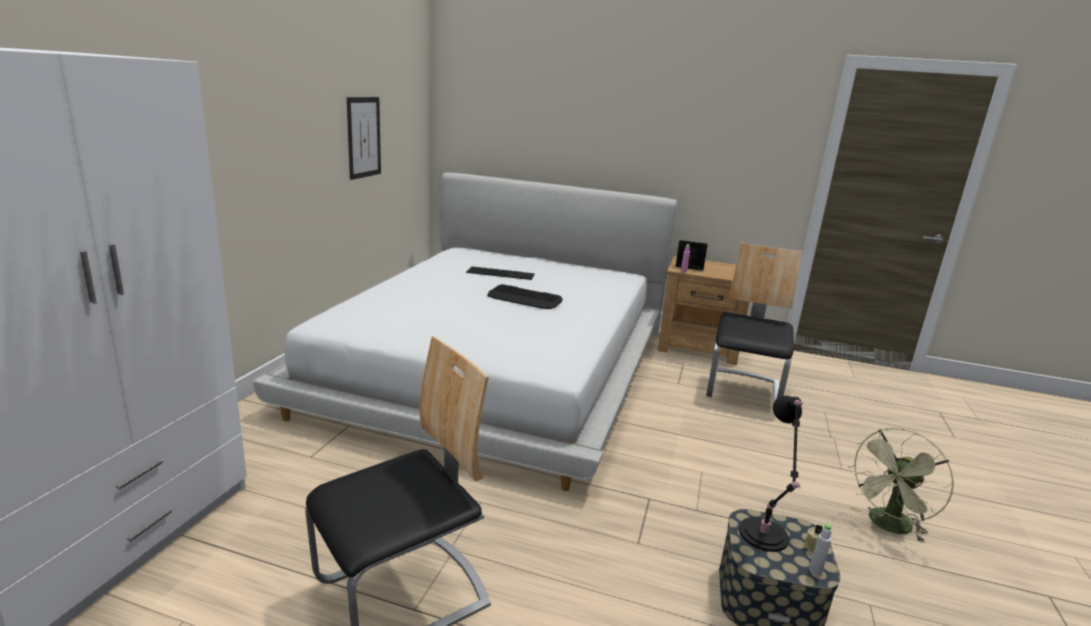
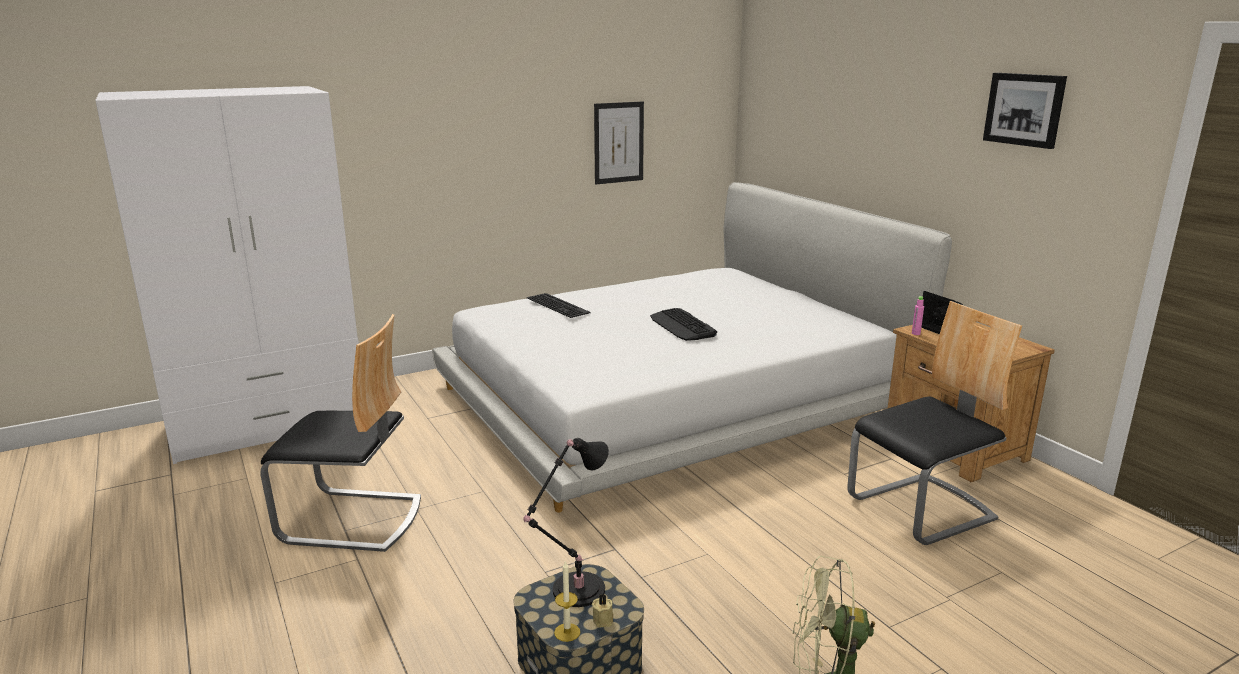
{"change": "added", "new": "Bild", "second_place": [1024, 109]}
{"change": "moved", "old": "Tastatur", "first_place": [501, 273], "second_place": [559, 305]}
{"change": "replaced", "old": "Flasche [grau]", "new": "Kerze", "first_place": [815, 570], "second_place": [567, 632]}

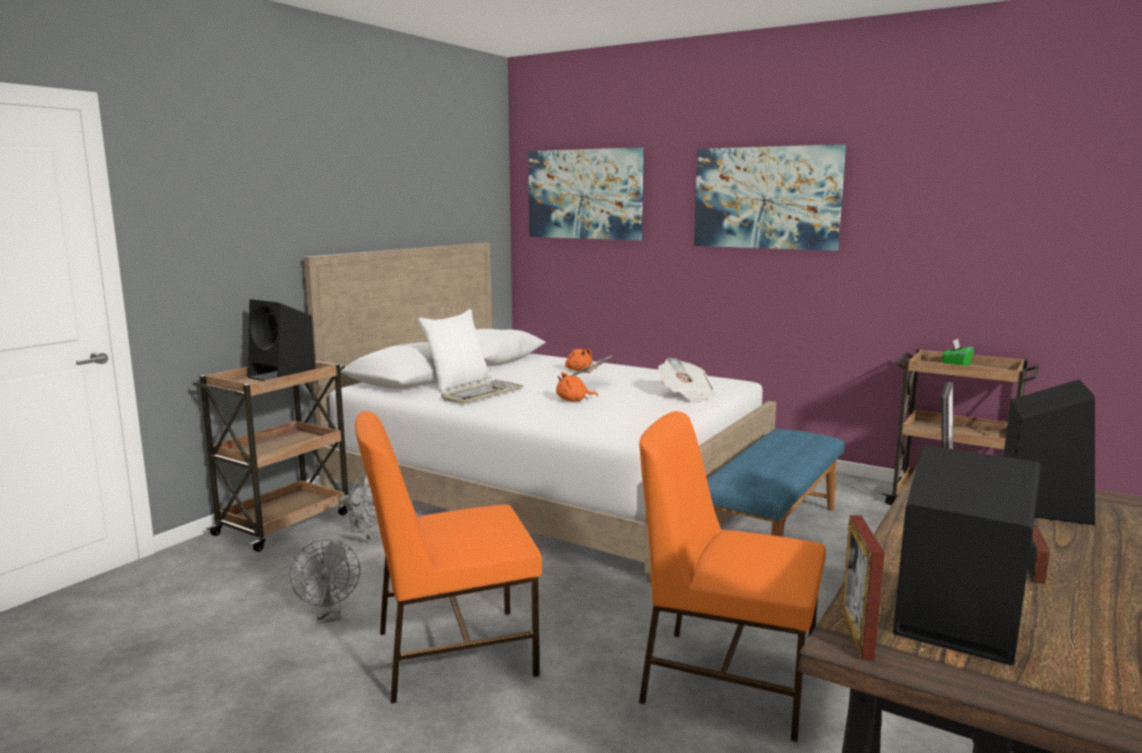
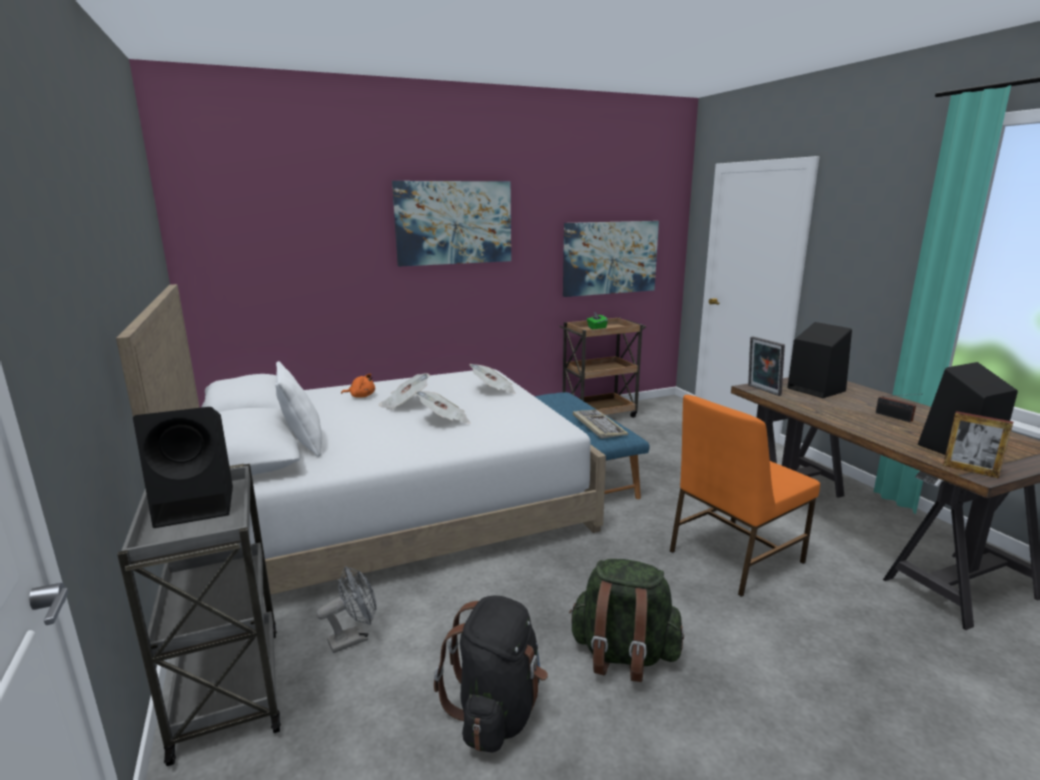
{"change": "moved", "old": "Tastatur", "first_place": [482, 395], "second_place": [597, 425]}
{"change": "moved", "old": "Bild", "first_place": [584, 194], "second_place": [610, 258]}
{"change": "replaced", "old": "Ventilator [grau]", "new": "Rucksack [schwarz]", "first_place": [329, 616], "second_place": [497, 711]}
{"change": "replaced", "old": "Stuhl [orange]", "new": "Rucksack [grün]", "first_place": [451, 653], "second_place": [623, 655]}
{"change": "replaced", "old": "Plüschtier [orange]", "new": "Zeitung", "first_place": [574, 400], "second_place": [444, 420]}
{"change": "recoloured", "old": "Rollwagen [braun]", "new": "Rollwagen [grau]", "first_place": [285, 523], "second_place": [228, 688]}

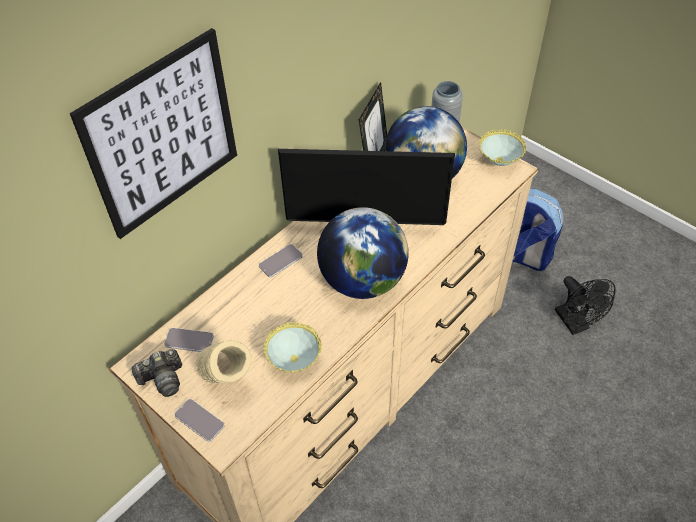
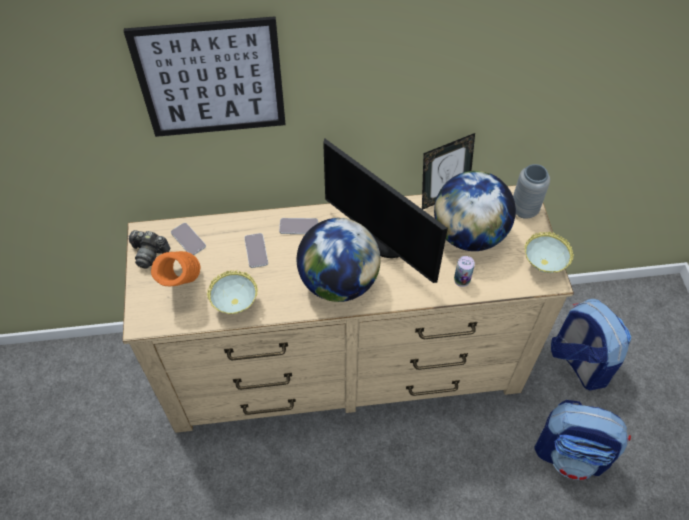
{"change": "added", "new": "Dose", "second_place": [462, 280]}
{"change": "moved", "old": "Handy", "first_place": [199, 420], "second_place": [256, 251]}
{"change": "replaced", "old": "Ventilator [schwarz]", "new": "Rucksack", "first_place": [575, 324], "second_place": [571, 454]}
{"change": "recoloured", "old": "Vase [beige]", "new": "Vase [orange]", "first_place": [228, 383], "second_place": [183, 286]}

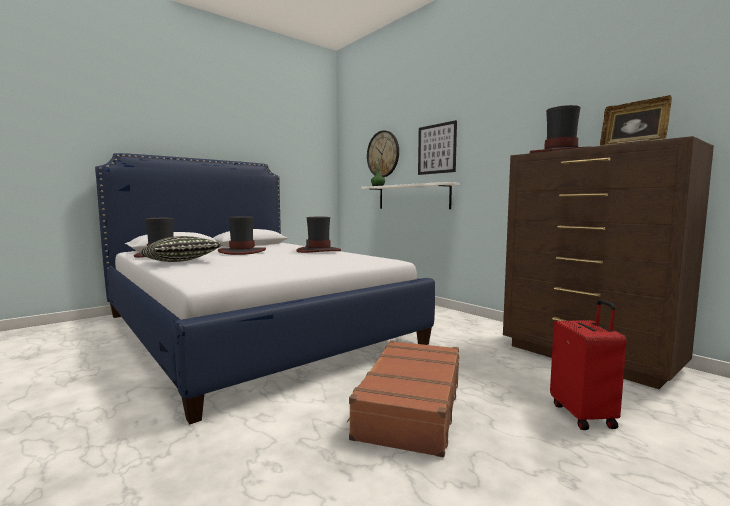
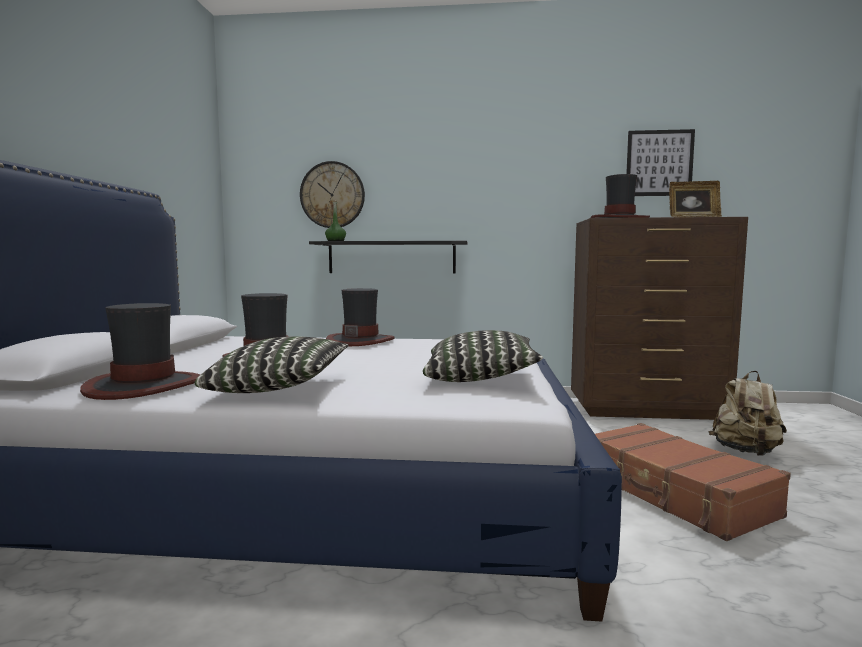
{"change": "added", "new": "Kissen", "second_place": [480, 378]}
{"change": "moved", "old": "Bild", "first_place": [436, 149], "second_place": [659, 163]}
{"change": "replaced", "old": "Koffer [rot]", "new": "Rucksack [beige]", "first_place": [584, 415], "second_place": [746, 452]}
{"change": "recoloured", "old": "Wandregal [weiß]", "new": "Wandregal [schwarz]", "first_place": [412, 197], "second_place": [391, 257]}

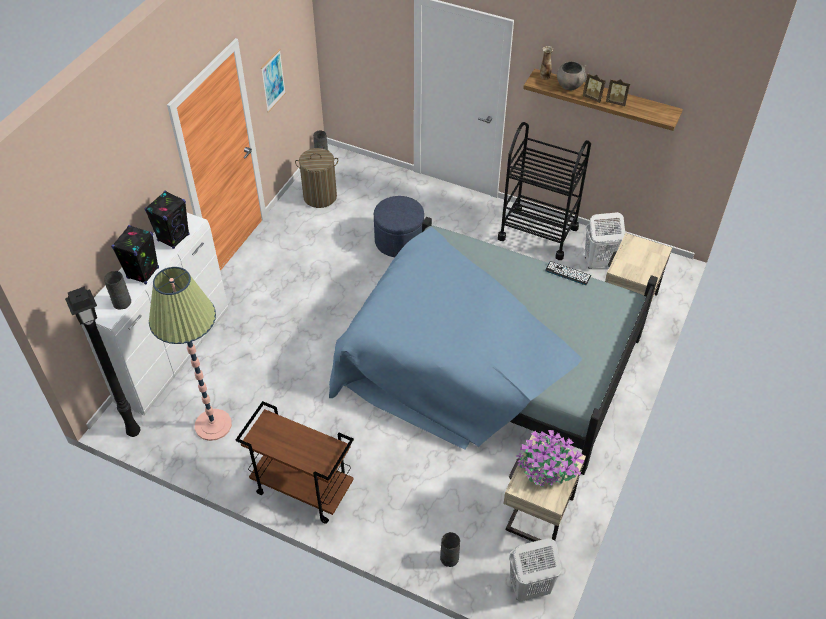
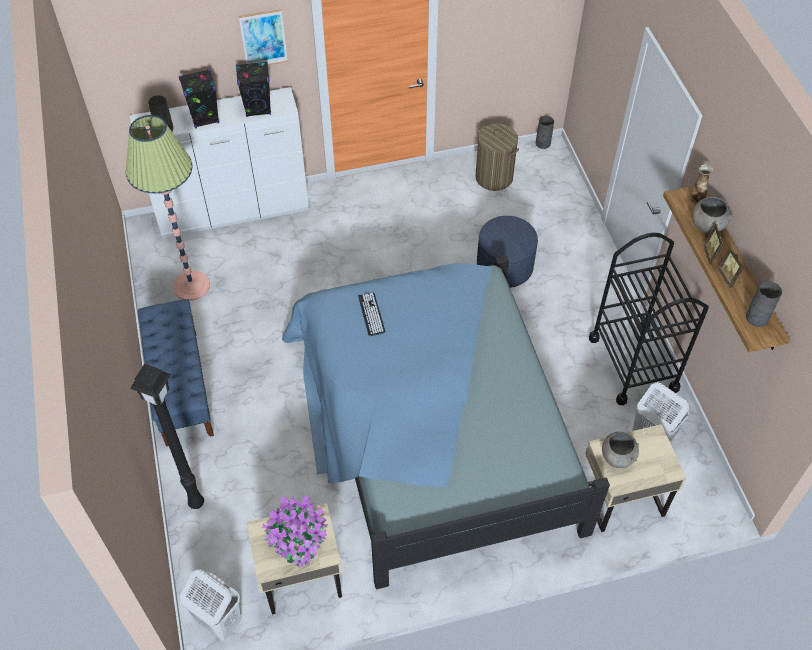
{"change": "added", "new": "Schüssel [grau]", "second_place": [617, 457]}
{"change": "moved", "old": "Stehlampe [schwarz]", "first_place": [135, 432], "second_place": [197, 504]}
{"change": "moved", "old": "Bild", "first_place": [273, 80], "second_place": [263, 39]}
{"change": "moved", "old": "Vase [grau]", "first_place": [448, 558], "second_place": [756, 317]}
{"change": "moved", "old": "Tastatur", "first_place": [567, 273], "second_place": [371, 314]}
{"change": "replaced", "old": "Rollwagen [braun]", "new": "Bank [blau]", "first_place": [302, 489], "second_place": [181, 387]}

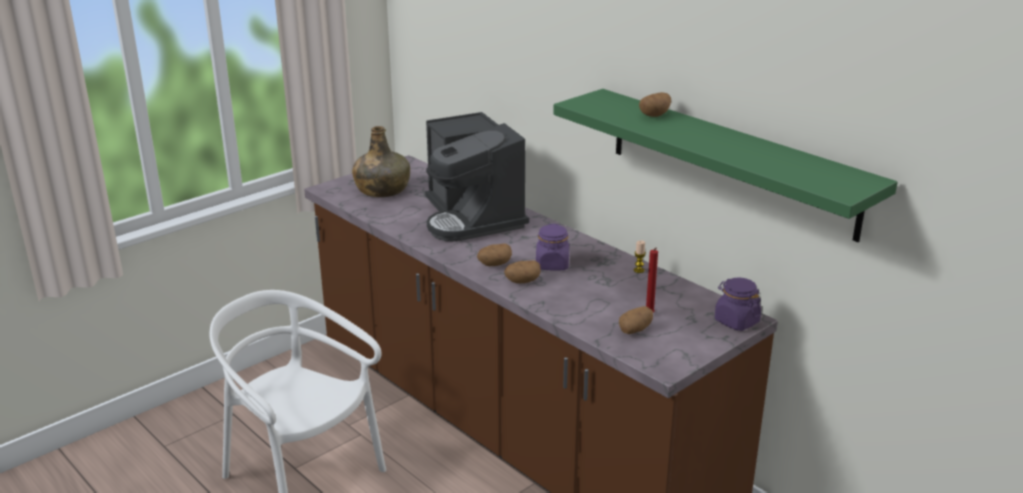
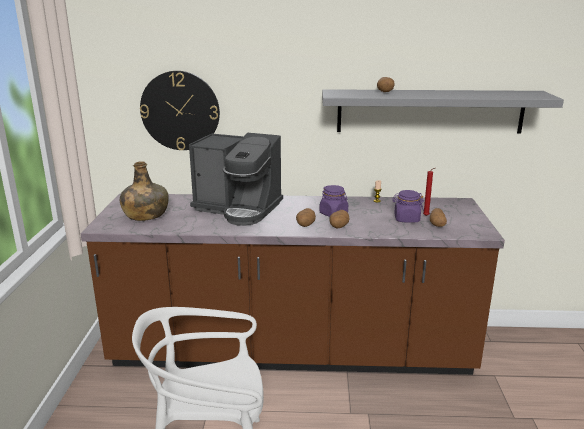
{"change": "added", "new": "Wanduhr", "second_place": [180, 111]}
{"change": "moved", "old": "Vorratsglas [lila]", "first_place": [736, 321], "second_place": [406, 219]}
{"change": "recoloured", "old": "Wandregal [grün]", "new": "Wandregal [grau]", "first_place": [730, 161], "second_place": [430, 111]}

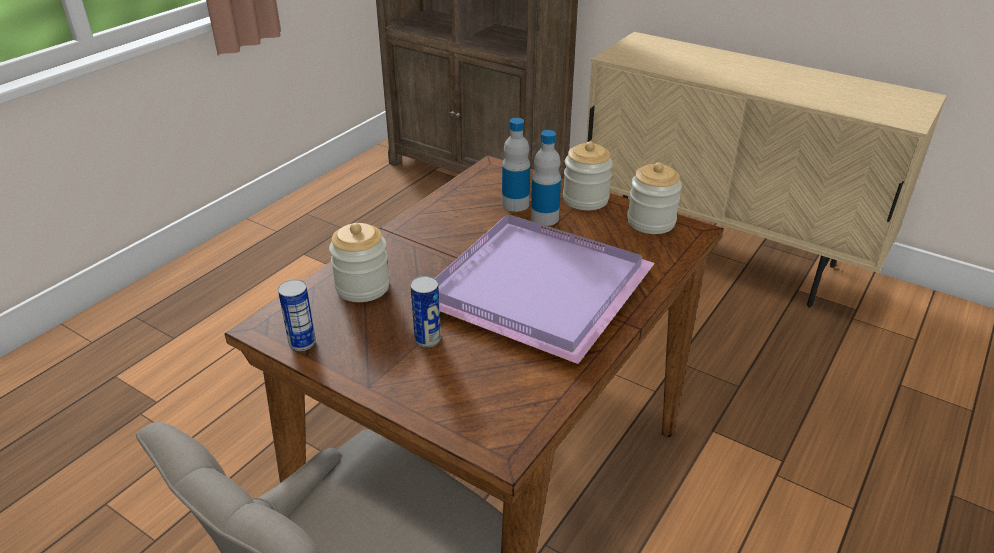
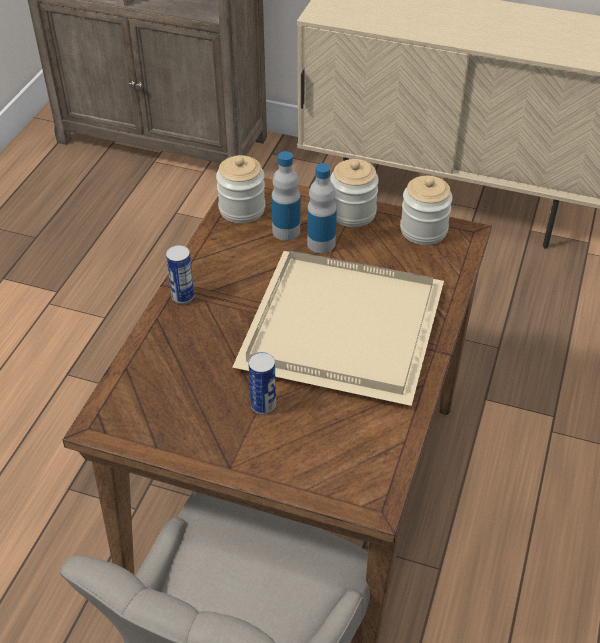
{"change": "moved", "old": "Dose", "first_place": [302, 343], "second_place": [183, 297]}
{"change": "moved", "old": "Vorratsglas", "first_place": [362, 287], "second_place": [242, 209]}
{"change": "recoloured", "old": "Tablett [lila]", "new": "Tablett [beige]", "first_place": [531, 288], "second_place": [338, 330]}

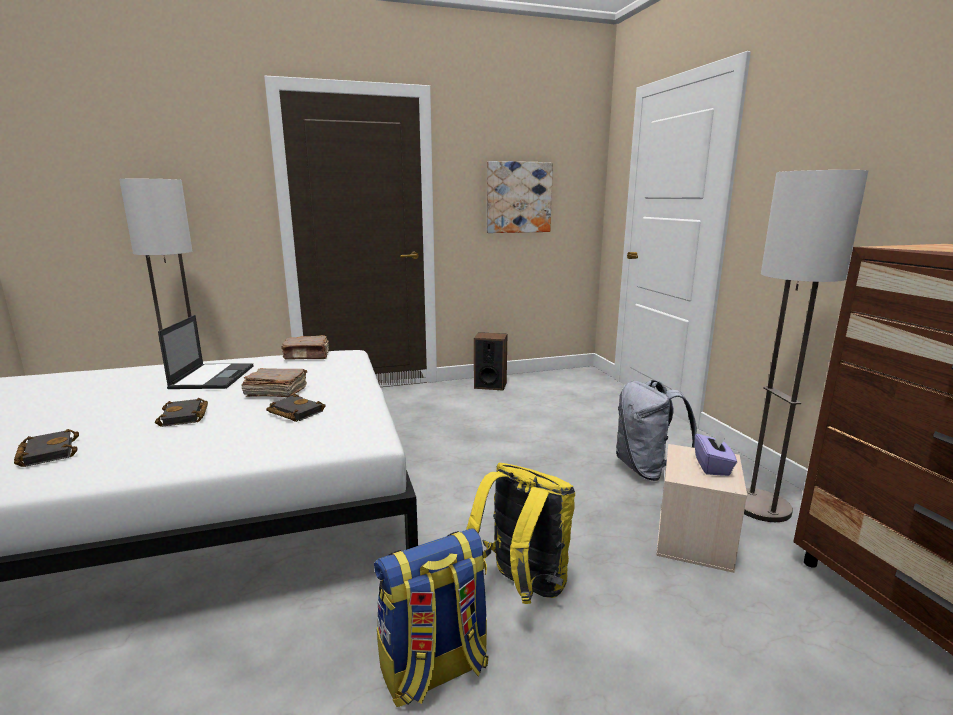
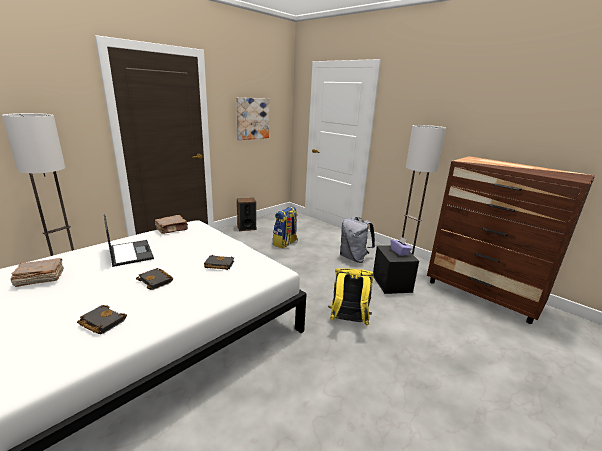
{"change": "moved", "old": "Buch [braun]", "first_place": [276, 392], "second_place": [39, 279]}
{"change": "moved", "old": "Rucksack", "first_place": [434, 670], "second_place": [285, 243]}
{"change": "recoloured", "old": "Aufbewahrungsbox [beige]", "new": "Aufbewahrungsbox [schwarz]", "first_place": [695, 539], "second_place": [392, 283]}

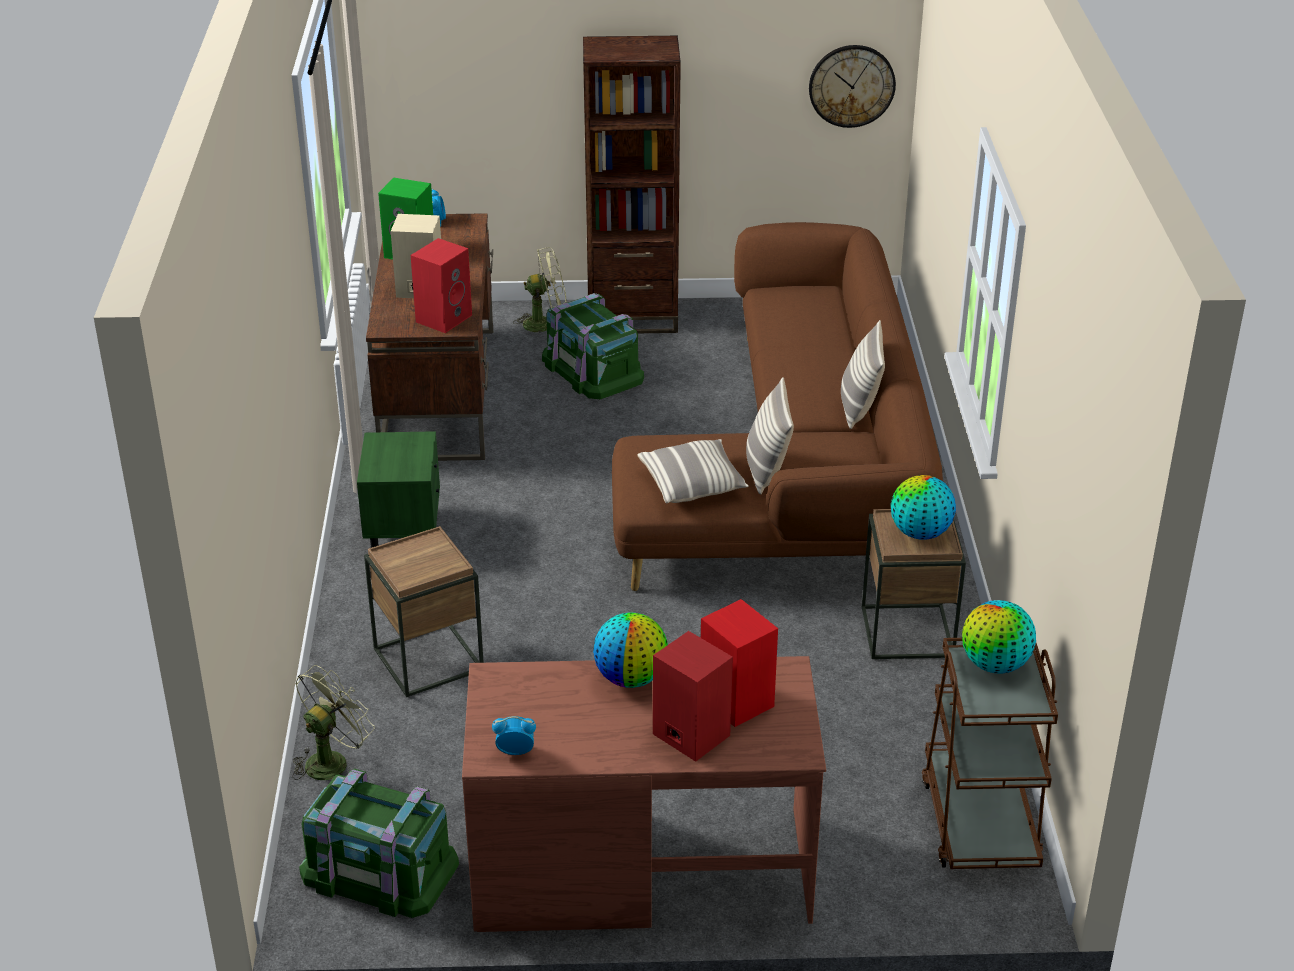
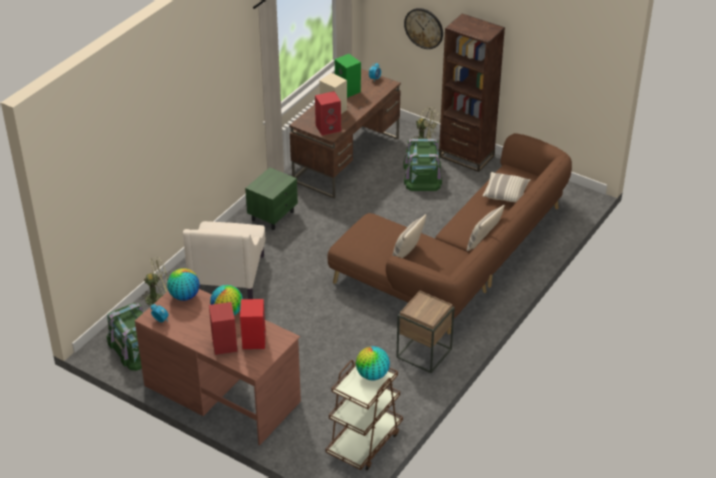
{"change": "moved", "old": "Kissen", "first_place": [692, 484], "second_place": [505, 194]}
{"change": "moved", "old": "Wanduhr", "first_place": [851, 85], "second_place": [424, 28]}
{"change": "moved", "old": "Globus", "first_place": [920, 533], "second_place": [184, 296]}
{"change": "replaced", "old": "Beistelltisch [braun]", "new": "Sessel [beige]", "first_place": [428, 660], "second_place": [228, 275]}

